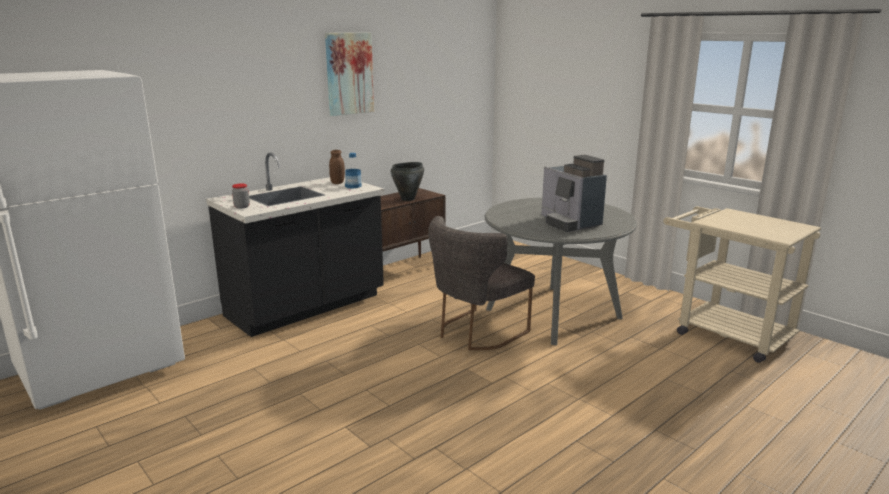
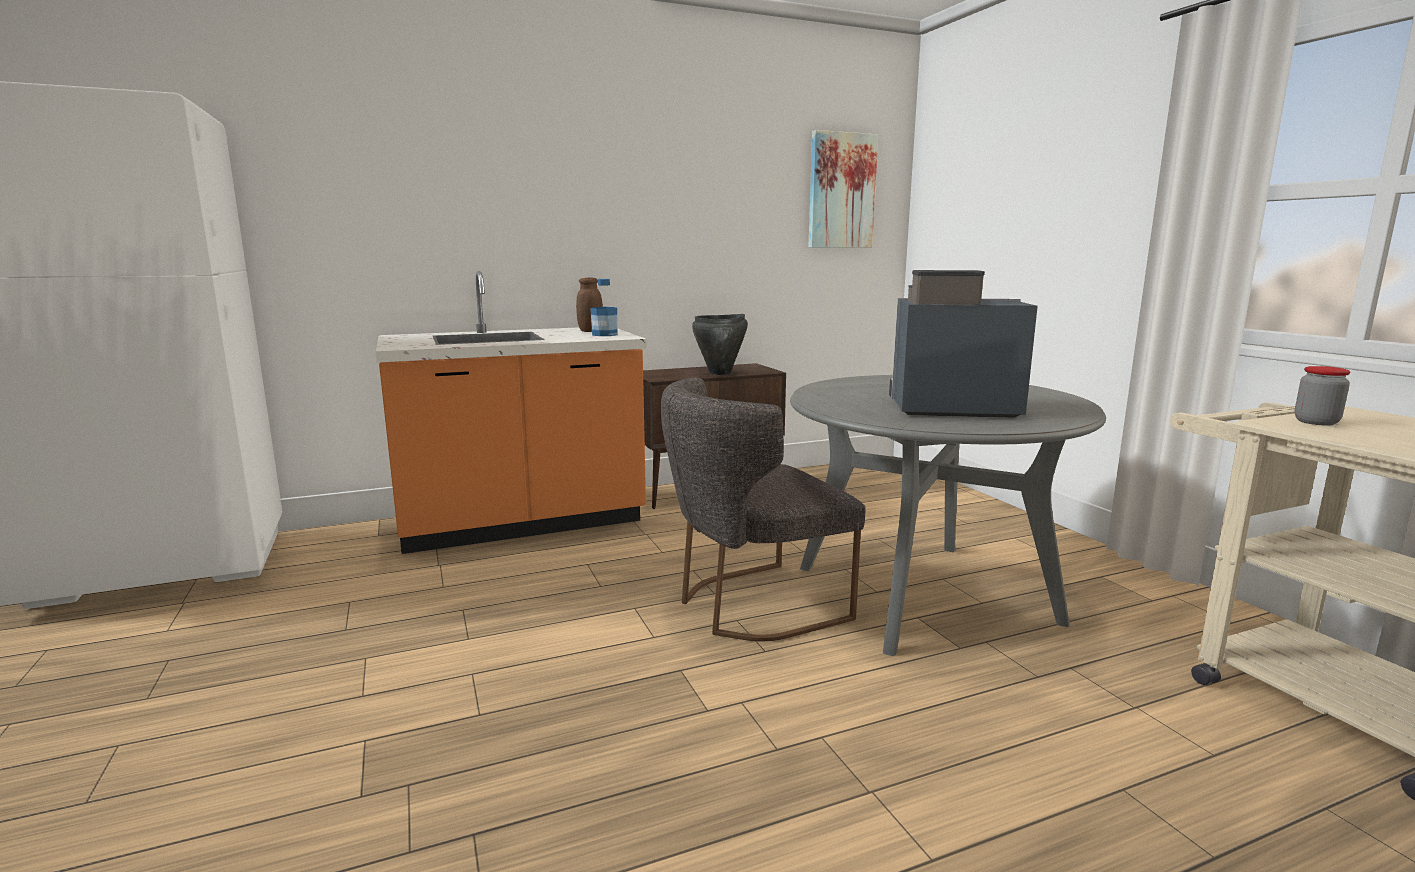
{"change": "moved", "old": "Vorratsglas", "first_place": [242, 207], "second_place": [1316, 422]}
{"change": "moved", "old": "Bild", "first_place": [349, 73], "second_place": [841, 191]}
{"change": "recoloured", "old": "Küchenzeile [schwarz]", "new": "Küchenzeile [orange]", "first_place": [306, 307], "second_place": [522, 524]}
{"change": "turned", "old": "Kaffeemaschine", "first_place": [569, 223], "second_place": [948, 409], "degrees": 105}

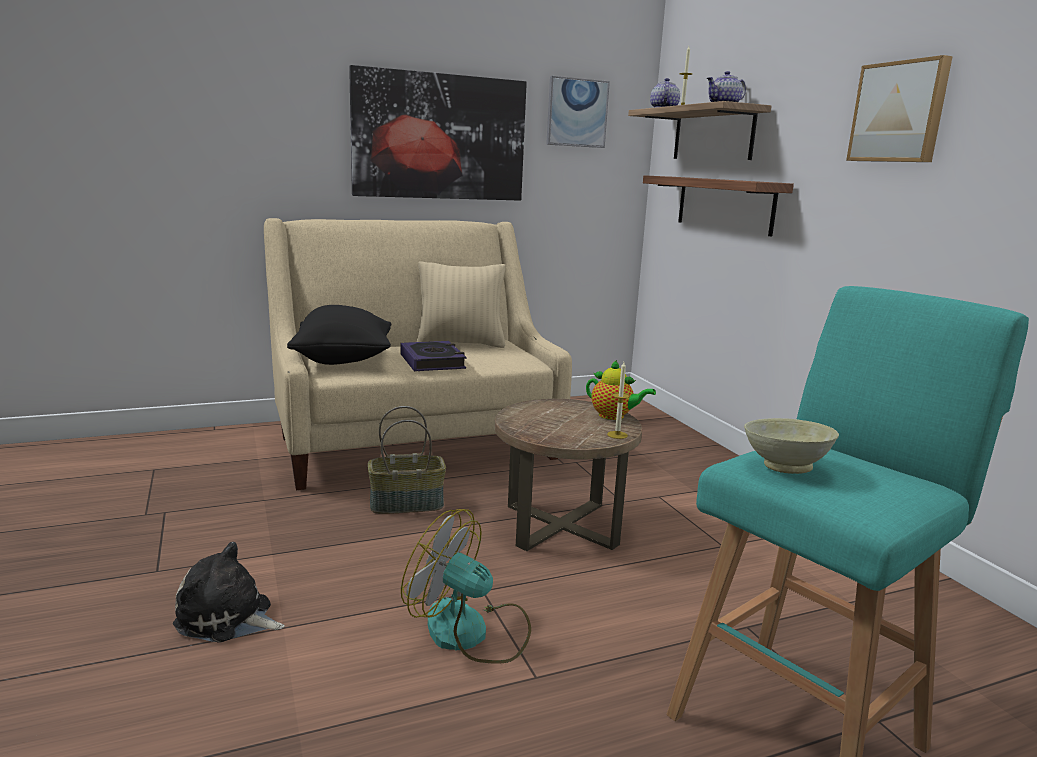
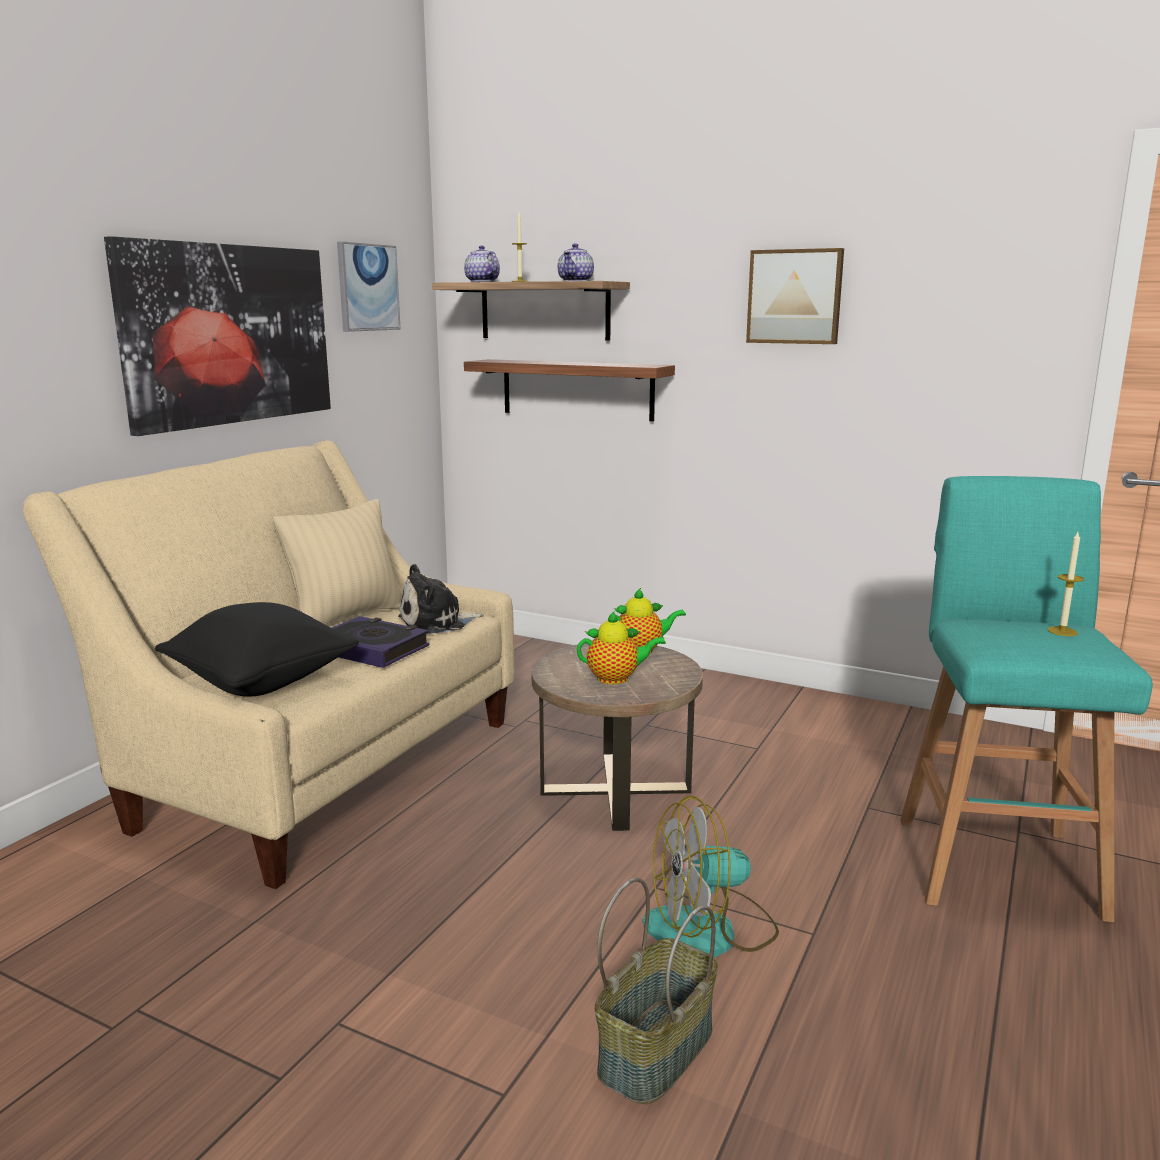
{"change": "removed", "old": "Schüssel [beige]", "first_place": [785, 466]}
{"change": "added", "new": "Teekanne", "second_place": [616, 678]}
{"change": "moved", "old": "Plüschtier", "first_place": [228, 618], "second_place": [436, 623]}
{"change": "moved", "old": "Korb", "first_place": [407, 503], "second_place": [655, 1049]}
{"change": "moved", "old": "Kerze", "first_place": [617, 435], "second_place": [1062, 631]}

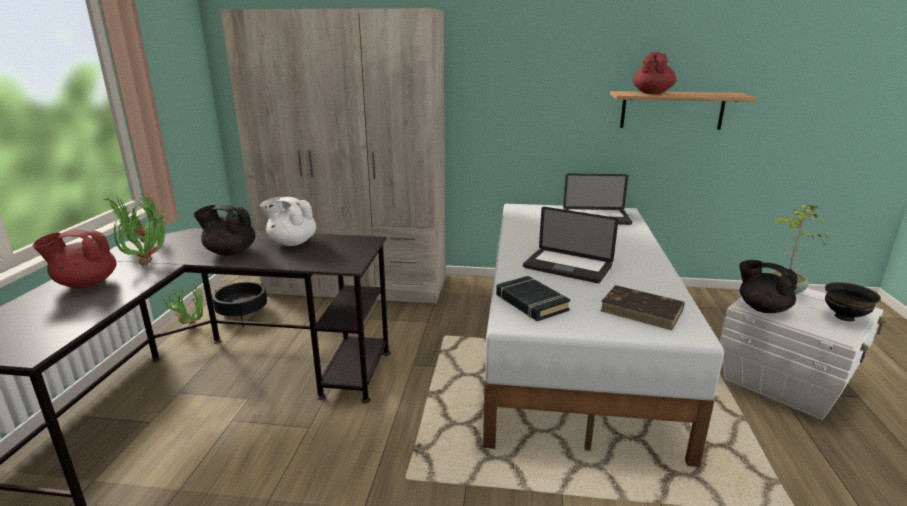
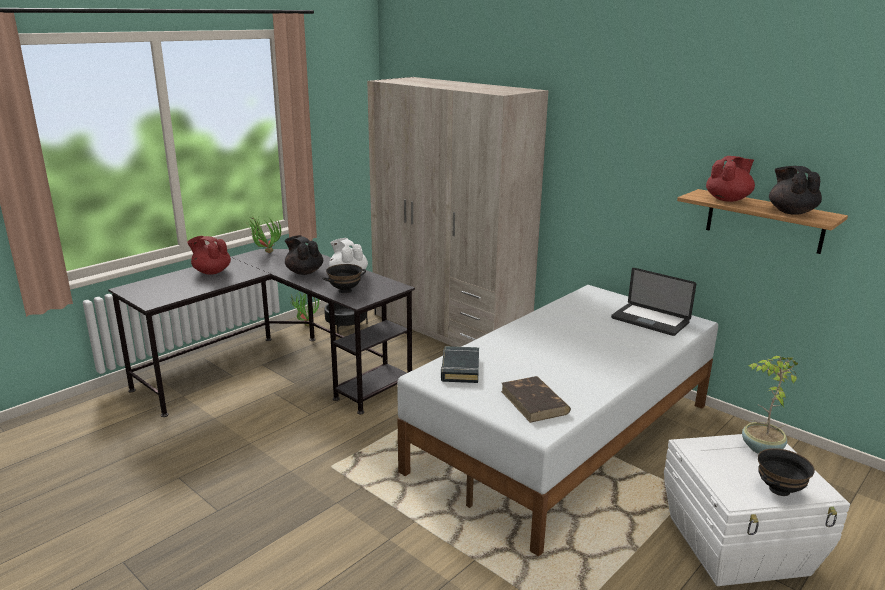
{"change": "removed", "old": "Topfpflanze", "first_place": [153, 262]}
{"change": "removed", "old": "Laptop", "first_place": [567, 267]}
{"change": "added", "new": "Schüssel [schwarz]", "second_place": [345, 290]}
{"change": "moved", "old": "Teekanne [schwarz]", "first_place": [762, 308], "second_place": [791, 212]}

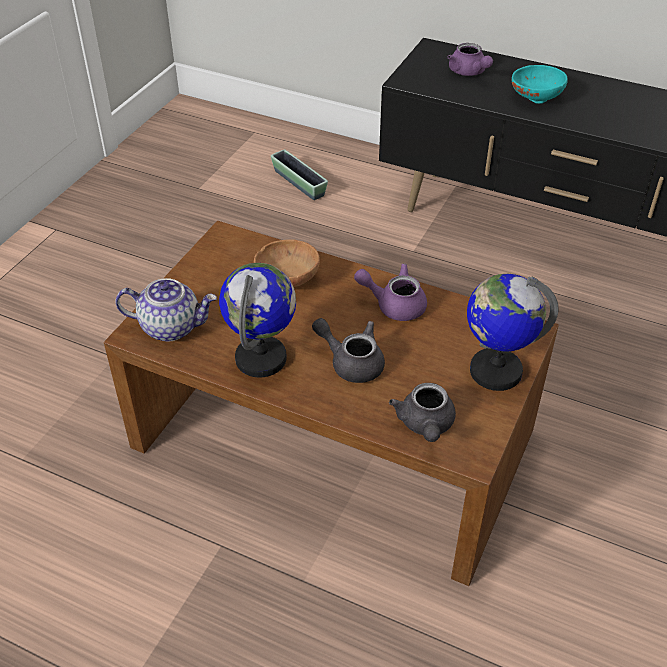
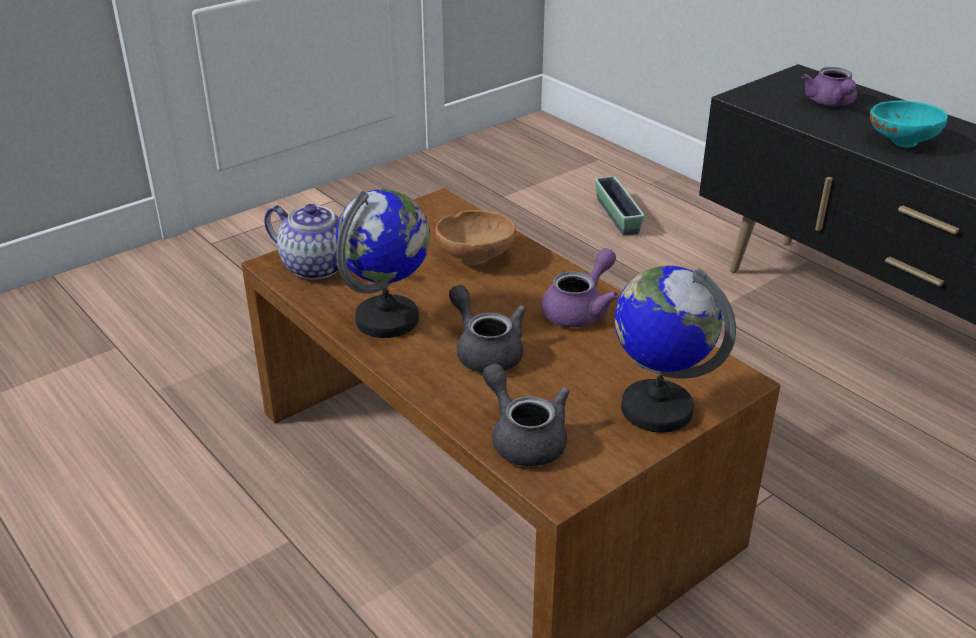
{"change": "turned", "old": "Teekanne [lila]", "first_place": [394, 305], "second_place": [580, 310], "degrees": 90}
{"change": "turned", "old": "Teekanne [grau]", "first_place": [425, 425], "second_place": [524, 438], "degrees": 120}

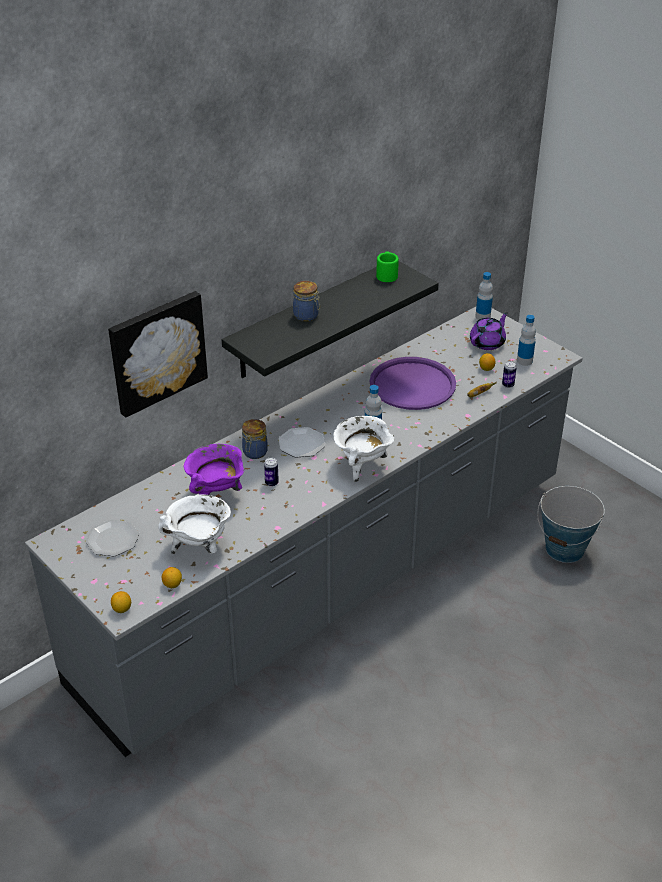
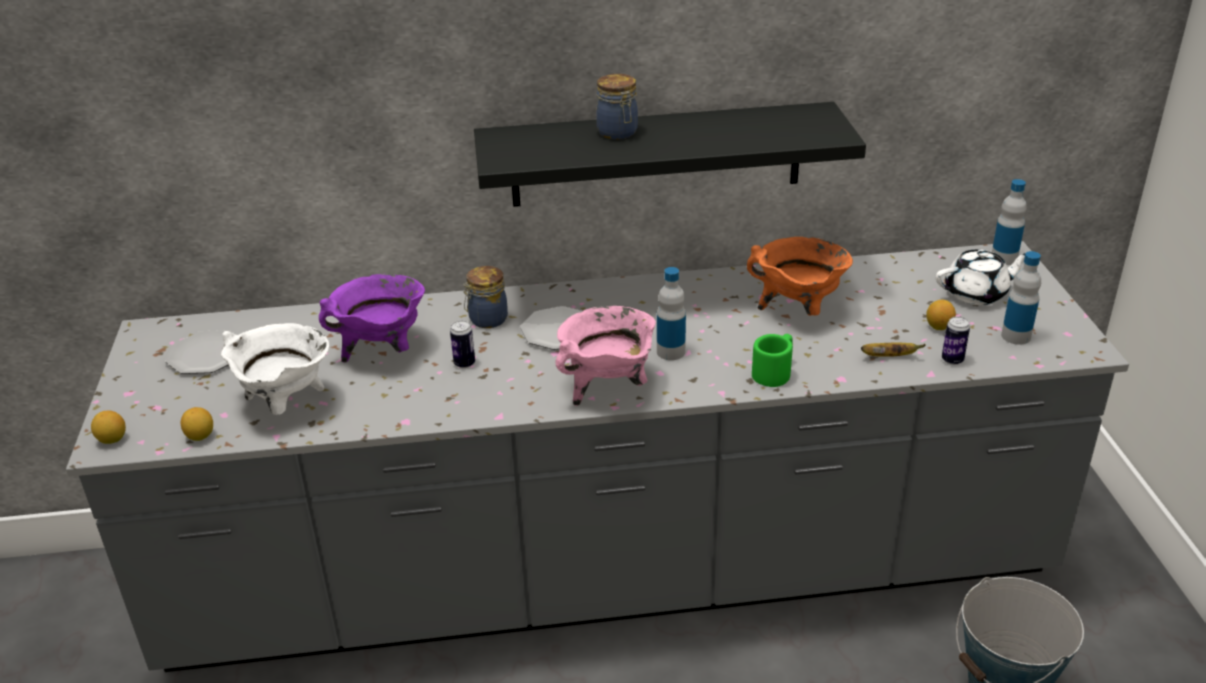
{"change": "removed", "old": "Bild", "first_place": [157, 352]}
{"change": "moved", "old": "Henkelbecher [grün]", "first_place": [387, 274], "second_place": [774, 372]}
{"change": "replaced", "old": "Tablett [lila]", "new": "Kochtopf [orange]", "first_place": [412, 384], "second_place": [798, 311]}
{"change": "recoloured", "old": "Kochtopf [weiß]", "new": "Kochtopf [rosa]", "first_place": [362, 465], "second_place": [608, 388]}
{"change": "recoloured", "old": "Teekanne [lila]", "new": "Teekanne [weiß]", "first_place": [488, 343], "second_place": [977, 294]}

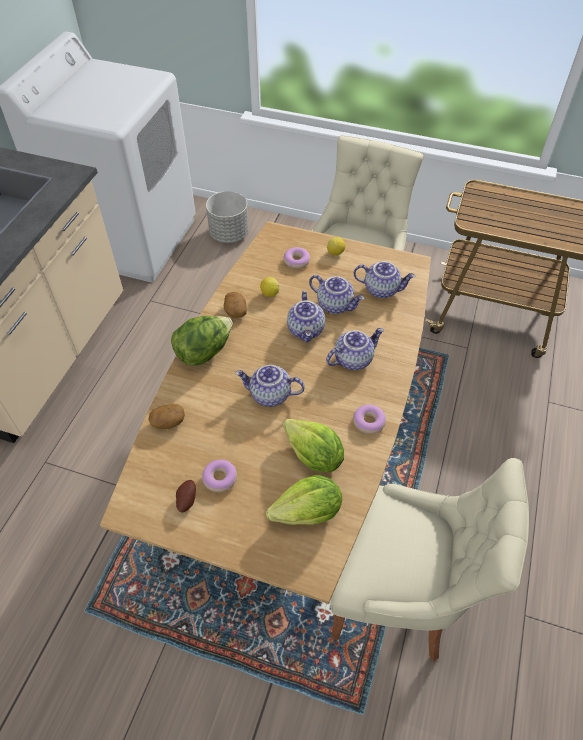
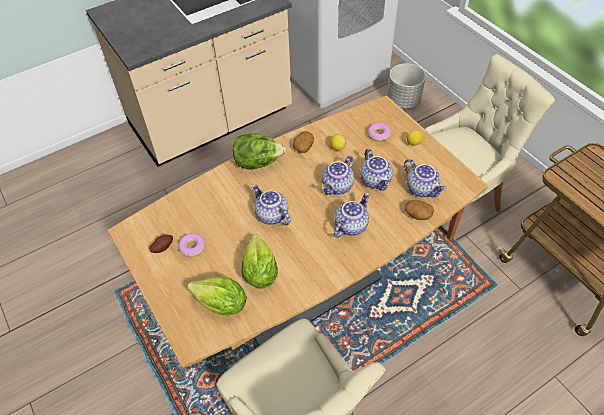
{"change": "removed", "old": "Donut", "first_place": [368, 422]}
{"change": "moved", "old": "Kartoffel", "first_place": [168, 422], "second_place": [417, 214]}
{"change": "turned", "old": "Teekanne", "first_place": [353, 359], "second_place": [350, 225], "degrees": -60}

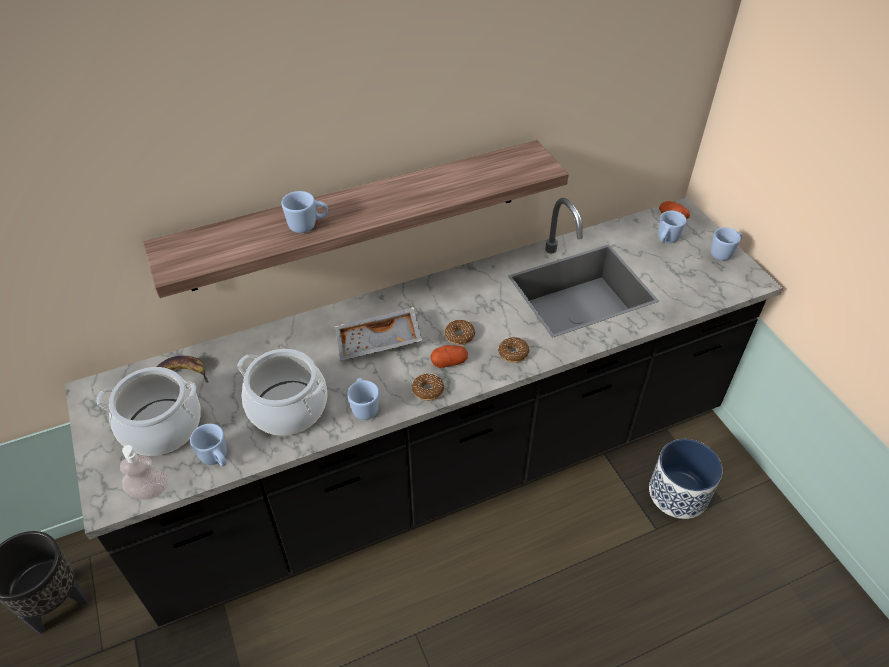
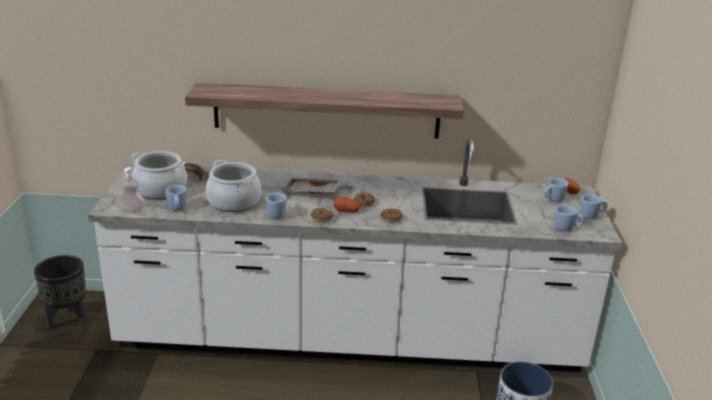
{"change": "moved", "old": "Henkelbecher [blau]", "first_place": [308, 225], "second_place": [566, 229]}
{"change": "recoloured", "old": "Küchenzeile [schwarz]", "new": "Küchenzeile [weiß]", "first_place": [444, 469], "second_place": [350, 339]}

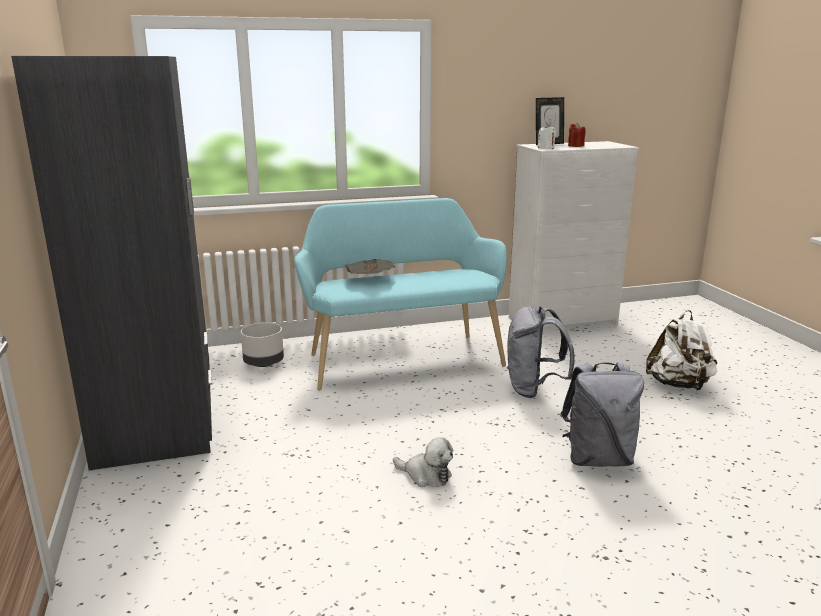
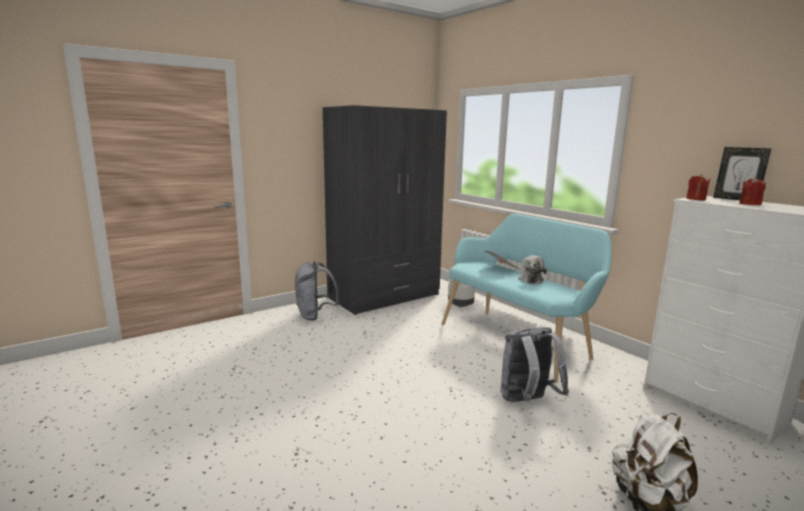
{"change": "moved", "old": "Plüschtier", "first_place": [426, 475], "second_place": [530, 279]}
{"change": "moved", "old": "Rucksack [grau]", "first_place": [598, 459], "second_place": [315, 316]}
{"change": "recoloured", "old": "Kerze [weiß]", "new": "Kerze [rot]", "first_place": [546, 148], "second_place": [695, 199]}

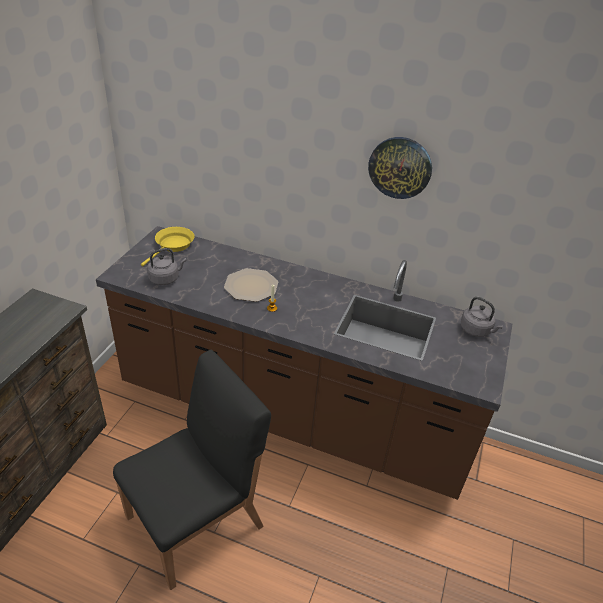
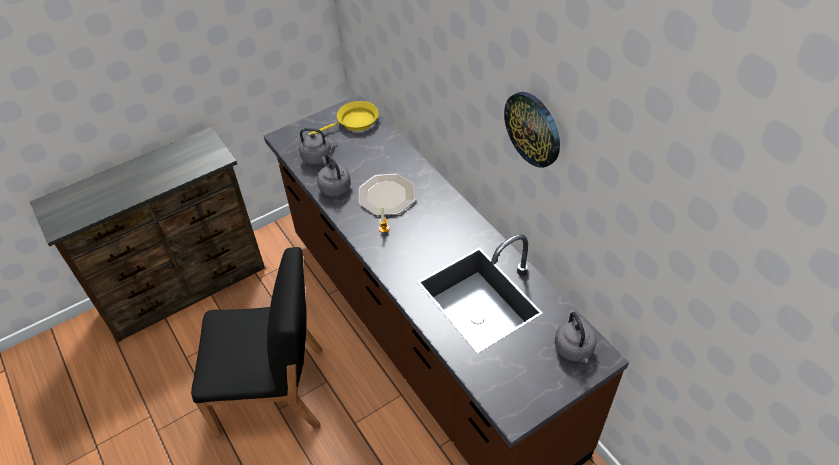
{"change": "added", "new": "Wasserkessel [grau]", "second_place": [334, 187]}

